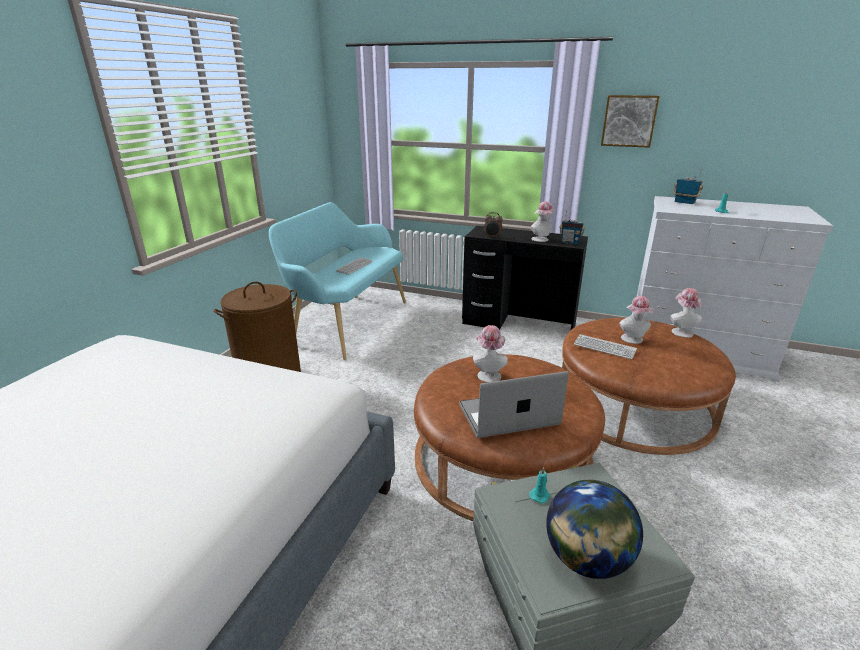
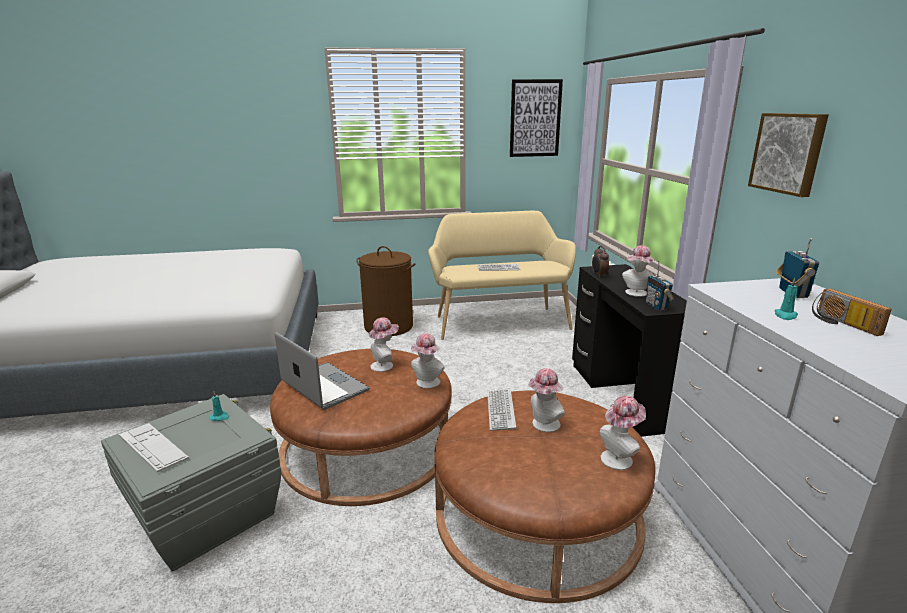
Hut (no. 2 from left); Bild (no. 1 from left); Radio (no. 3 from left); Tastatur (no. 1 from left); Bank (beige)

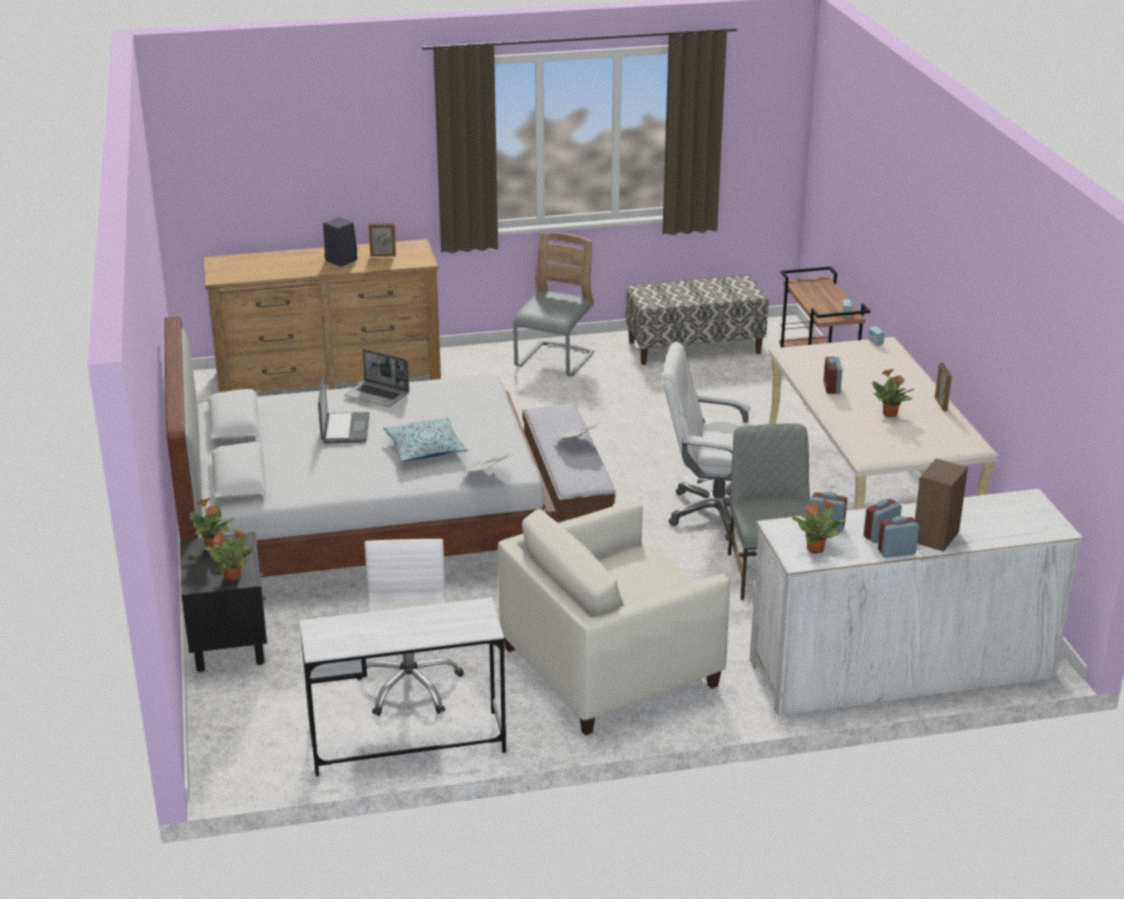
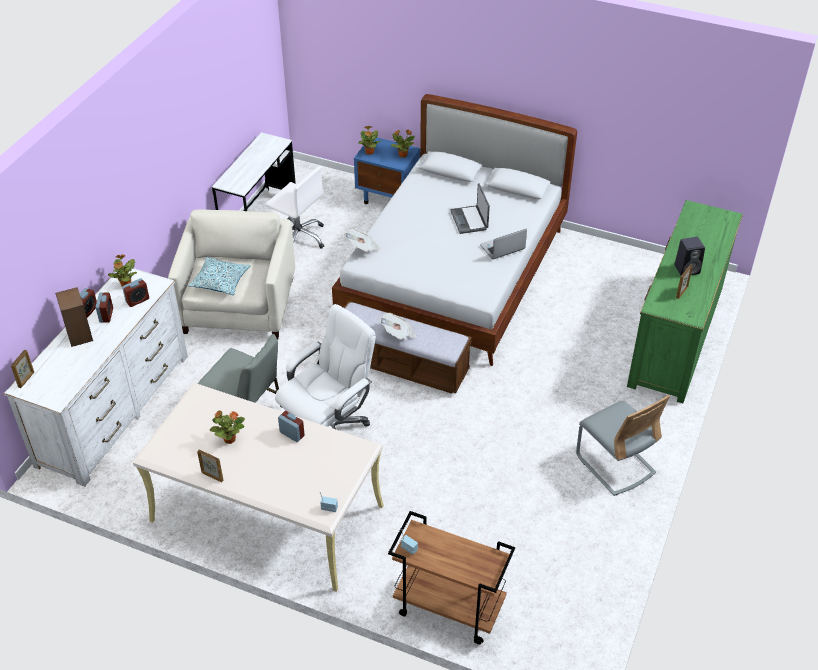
Bank (no. 2 from left in the first image); Bilderrahmen (no. 1 from left); Kissen; Nachttisch (blau); Kommode (grün); Laptop (no. 1 from left)

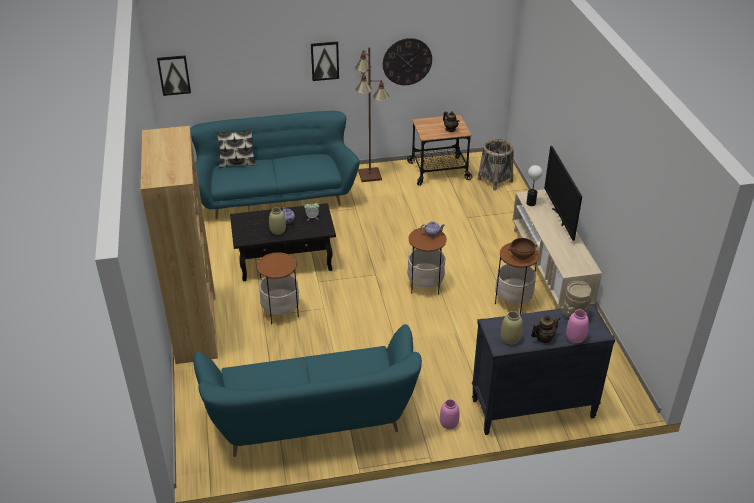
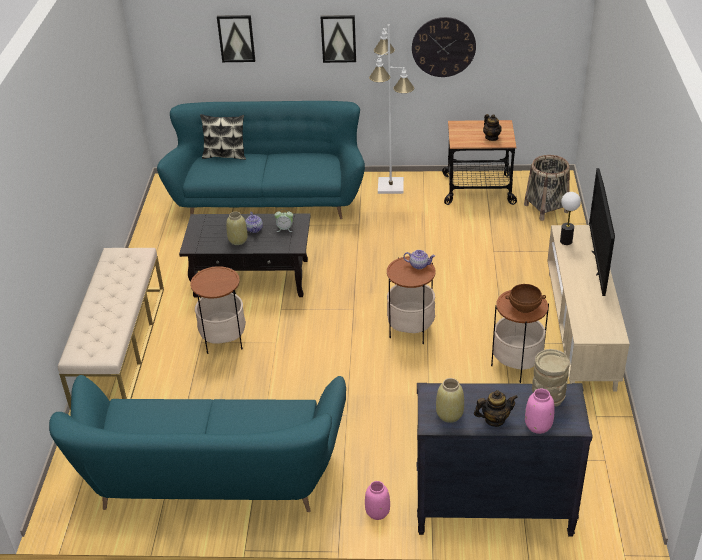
Bild (no. 1 from left); Bank (beige); Stehlampe (weiß)

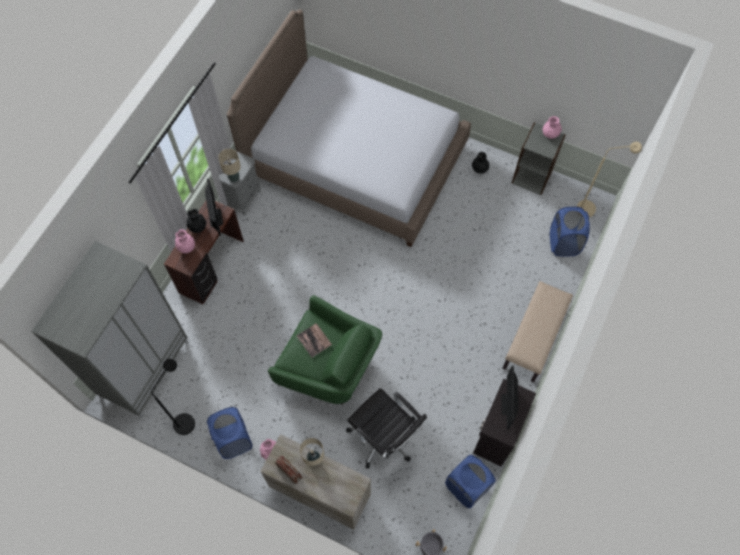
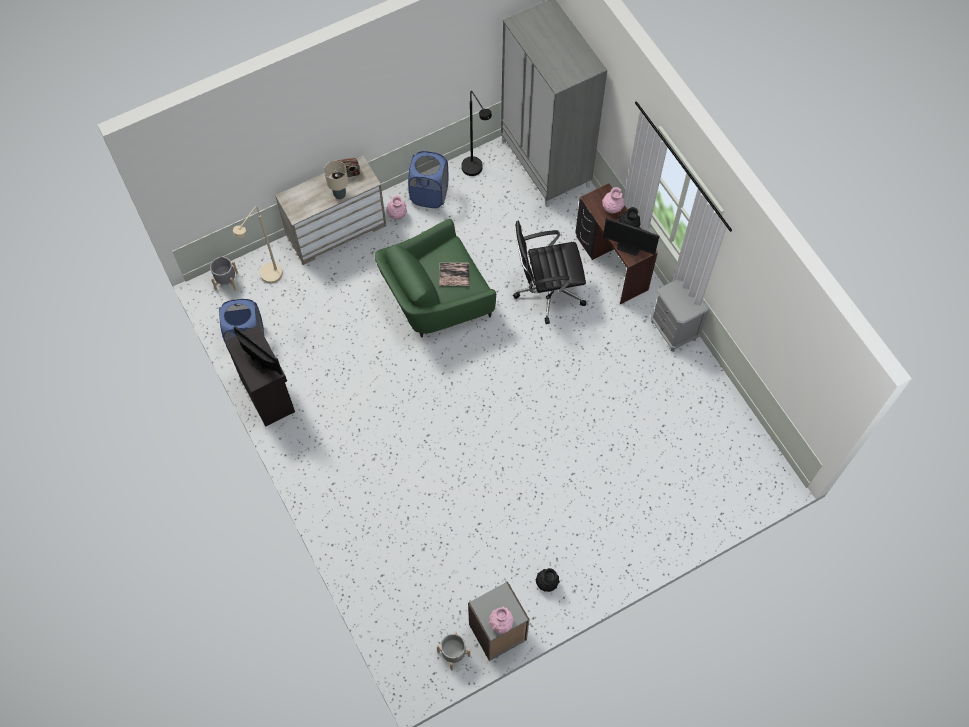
Tischlampe (beige) (no. 1 from left in the first image); Bett; Bank (beige); Wäschekorb (blau) (no. 3 from left in the first image); Pflanzkübel (grau) (no. 2 from left); Bürostuhl (schwarz); Stehlampe (beige)

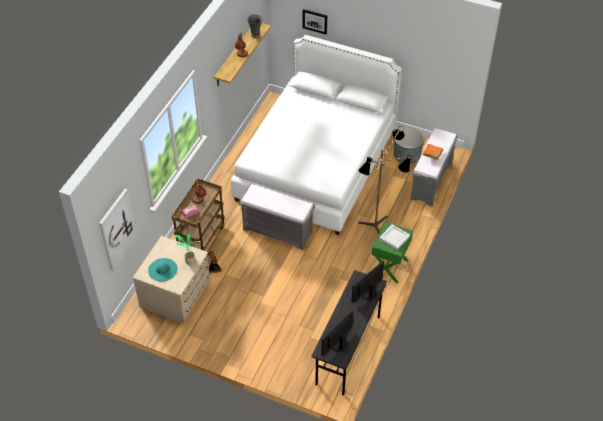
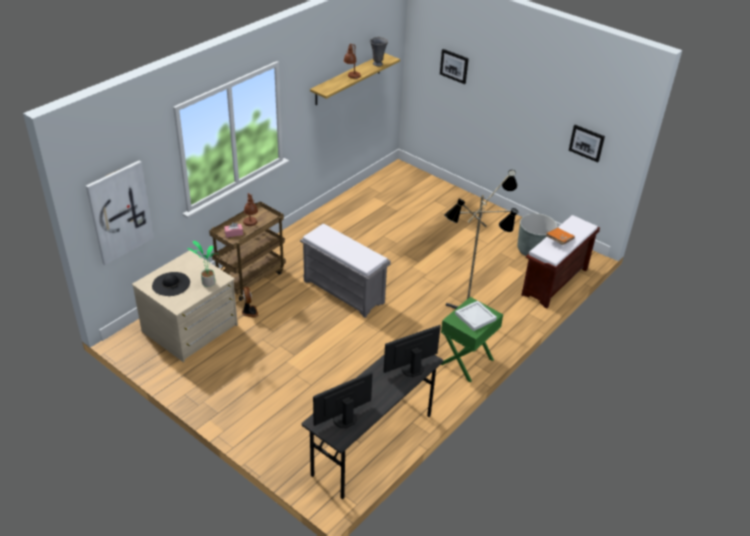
Bett (weiß); Bild (no. 3 from left); Hut (schwarz); Bank (braun)

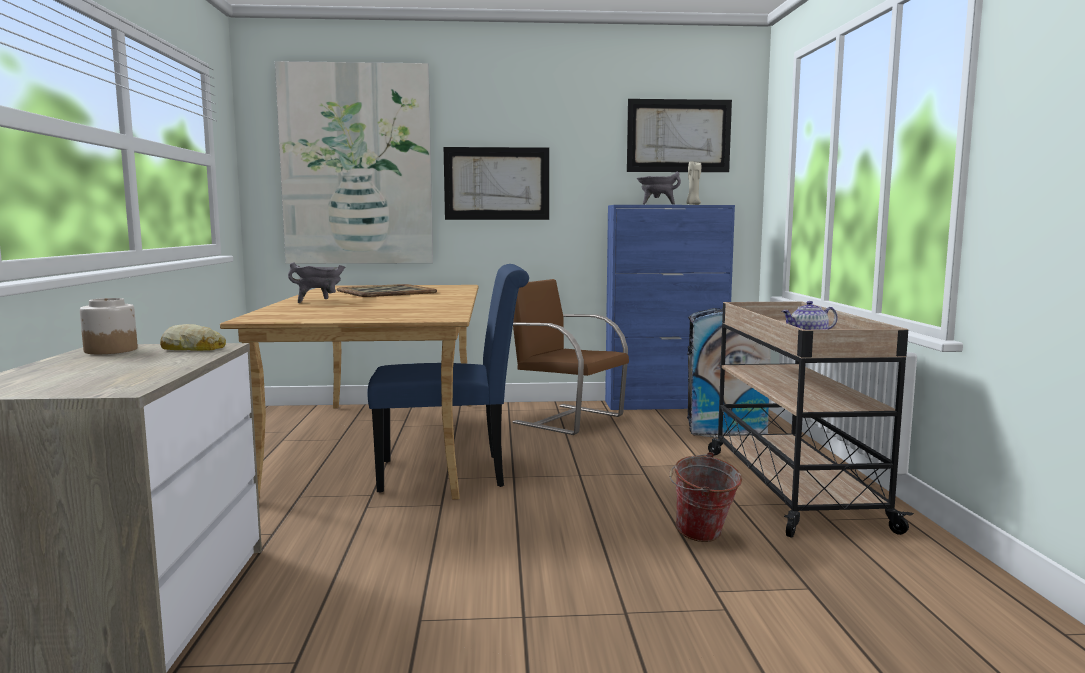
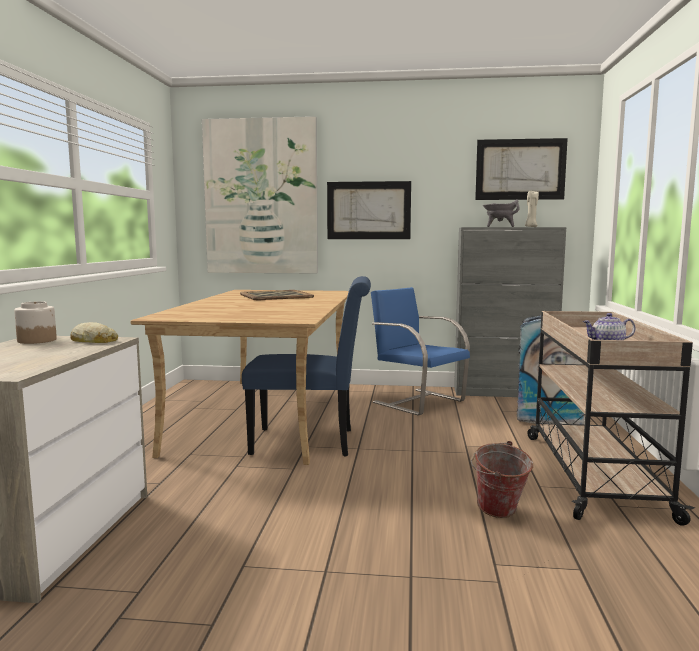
Kochtopf (grau) (no. 1 from left in the first image); Stuhl (blau) (no. 2 from left); Schrank (grau)

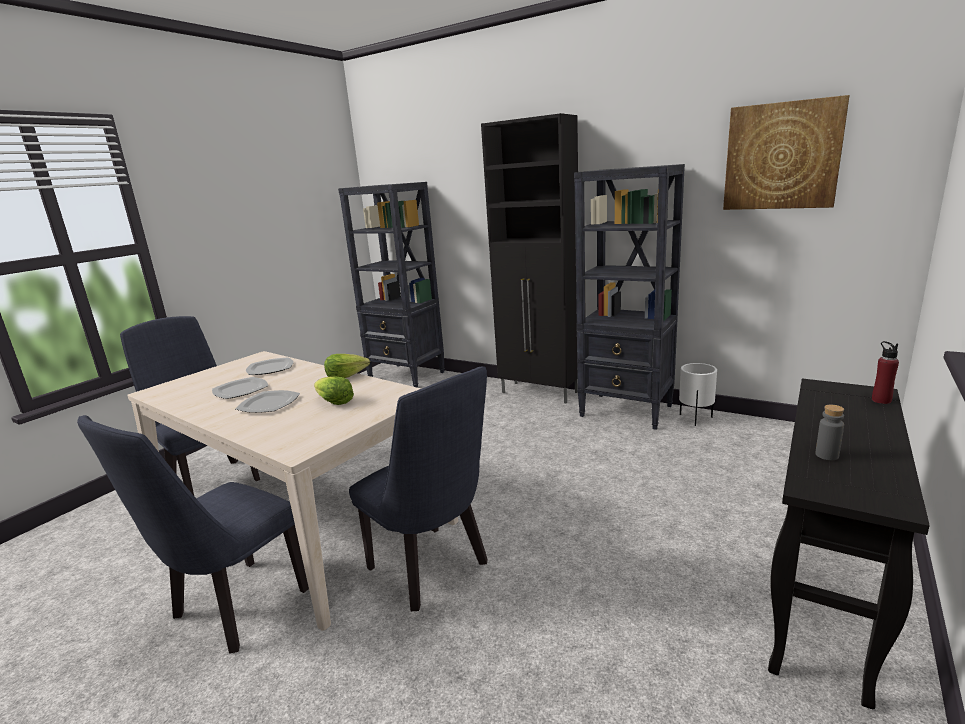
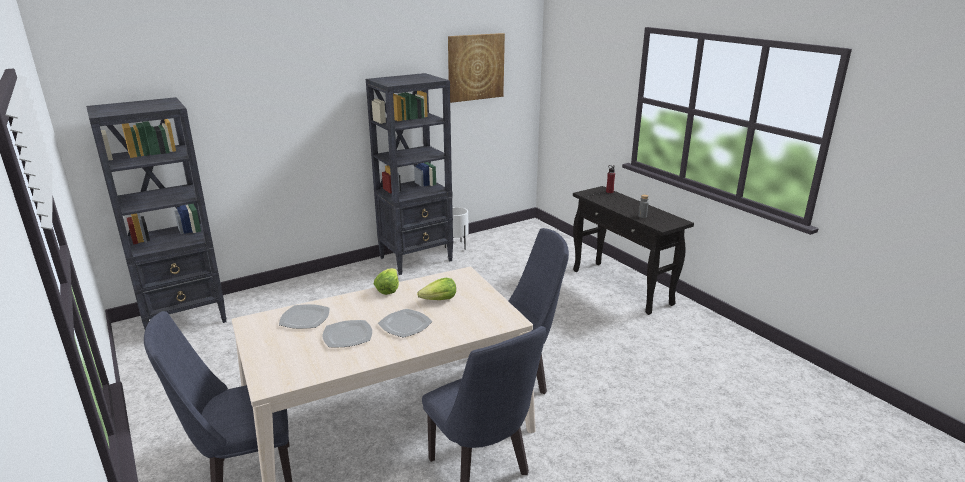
Schrank (schwarz)

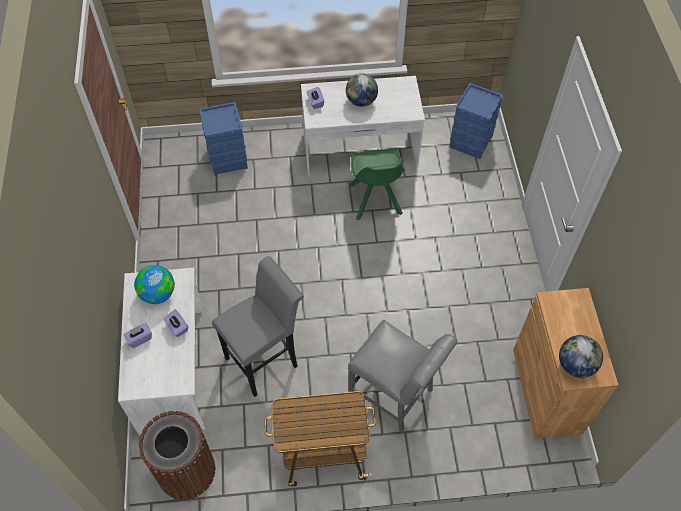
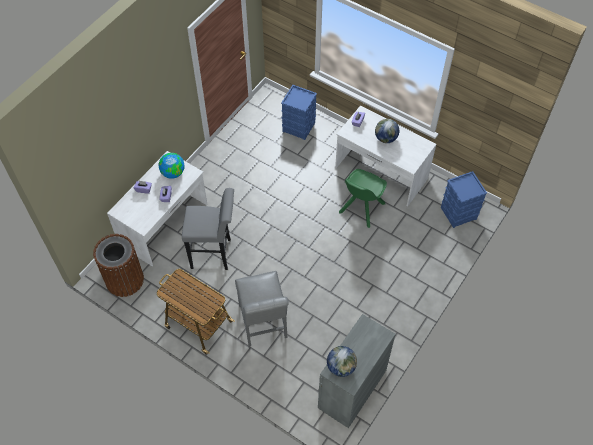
Schrank (grau)

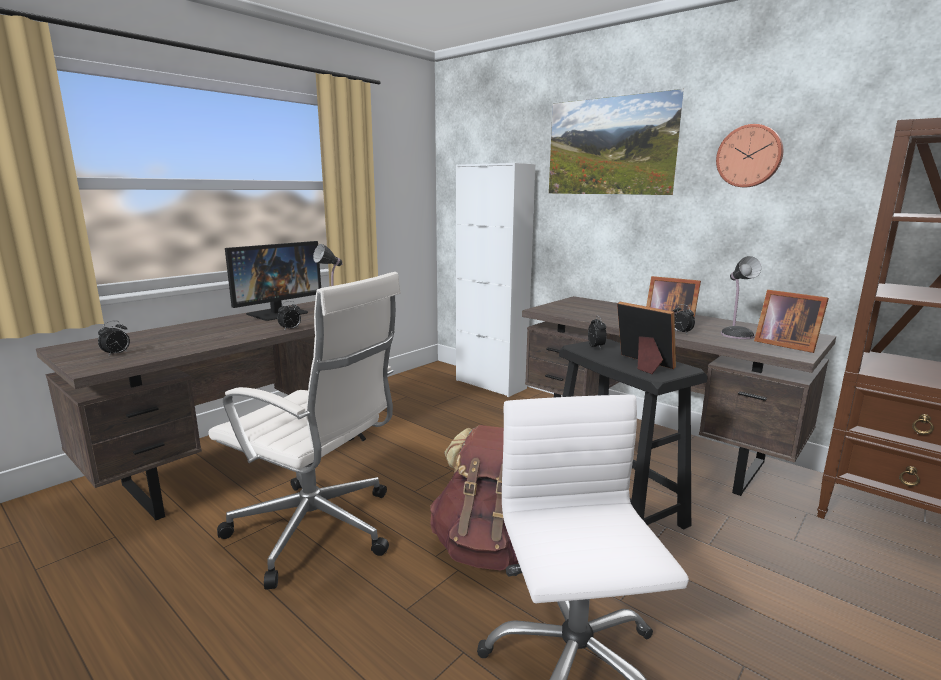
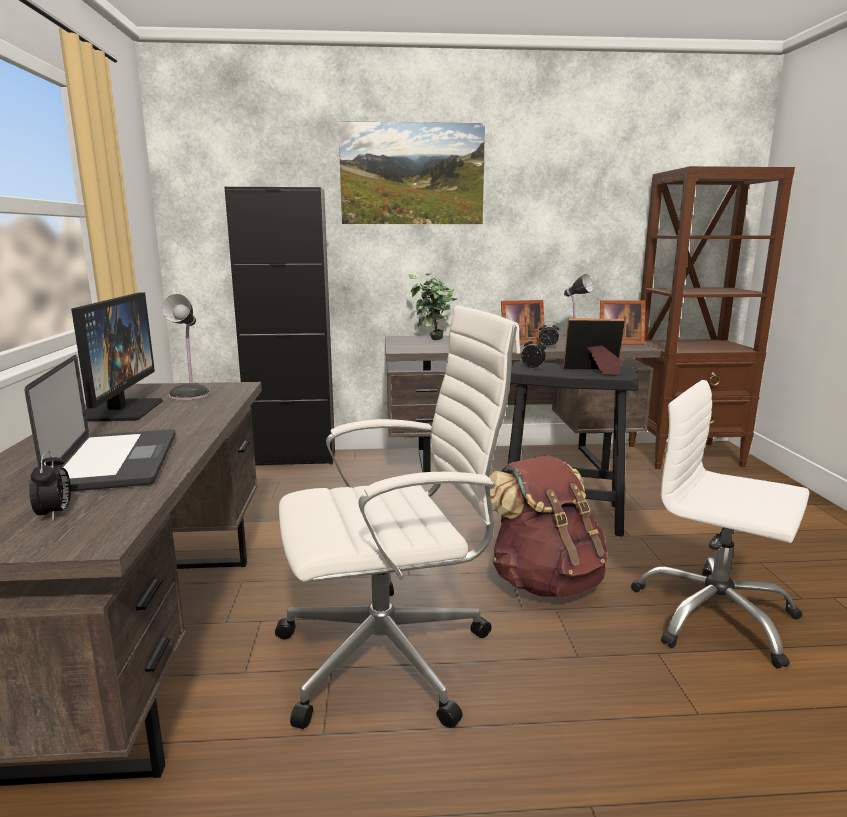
Wecker (no. 2 from left in the first image); Wanduhr; Laptop; Topfpflanze; Schrank (schwarz)

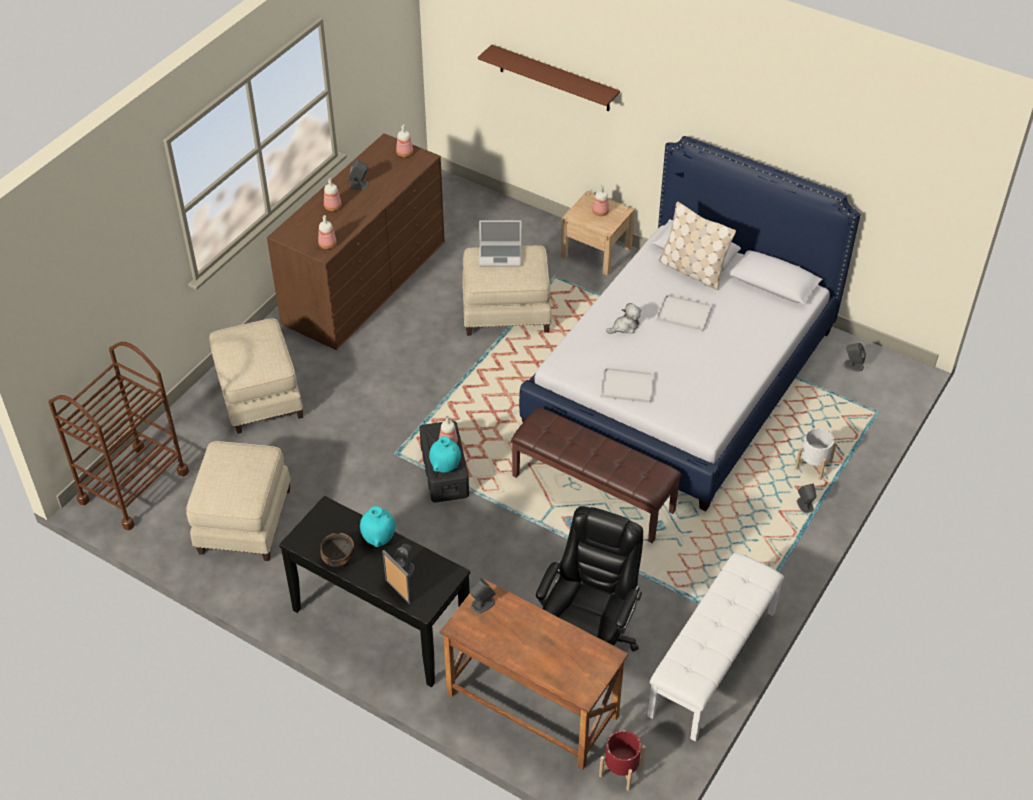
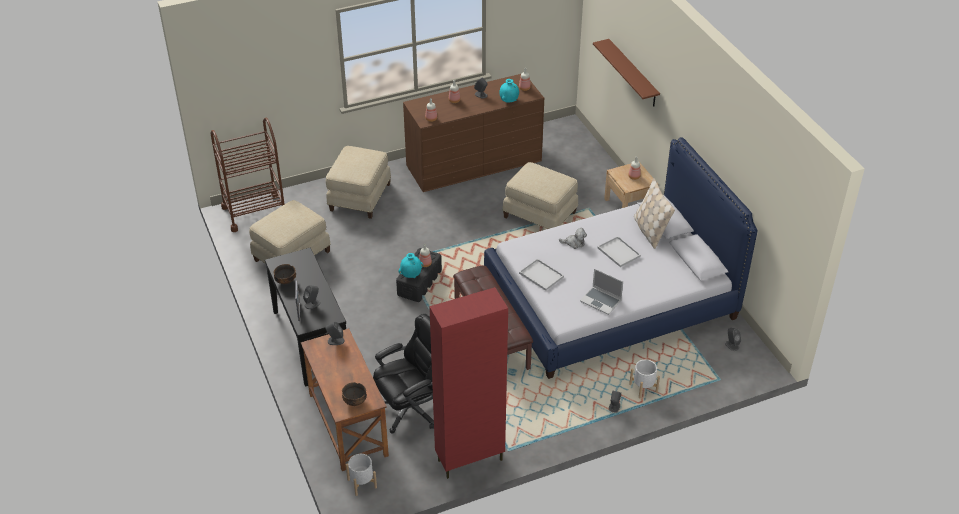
Schüssel (no. 2 from left); Vase (türkis) (no. 2 from left); Laptop; Schrank (rot); Pflanzkübel (weiß) (no. 1 from left)

